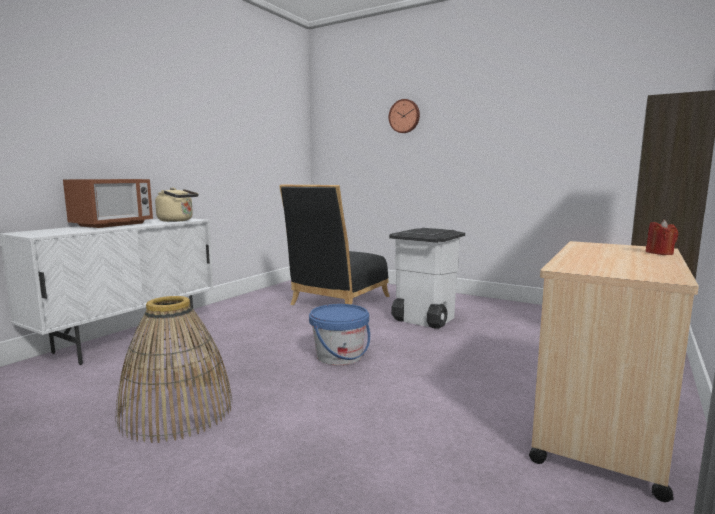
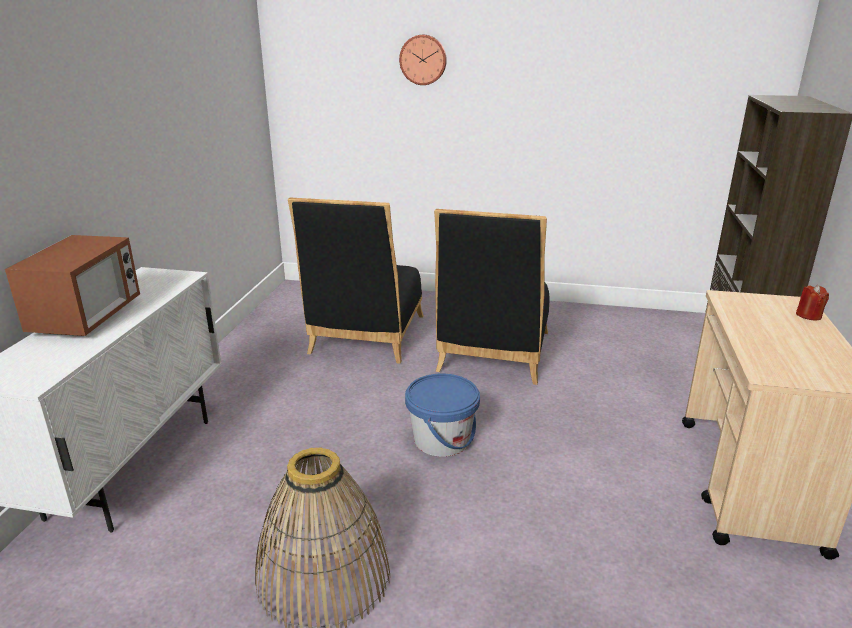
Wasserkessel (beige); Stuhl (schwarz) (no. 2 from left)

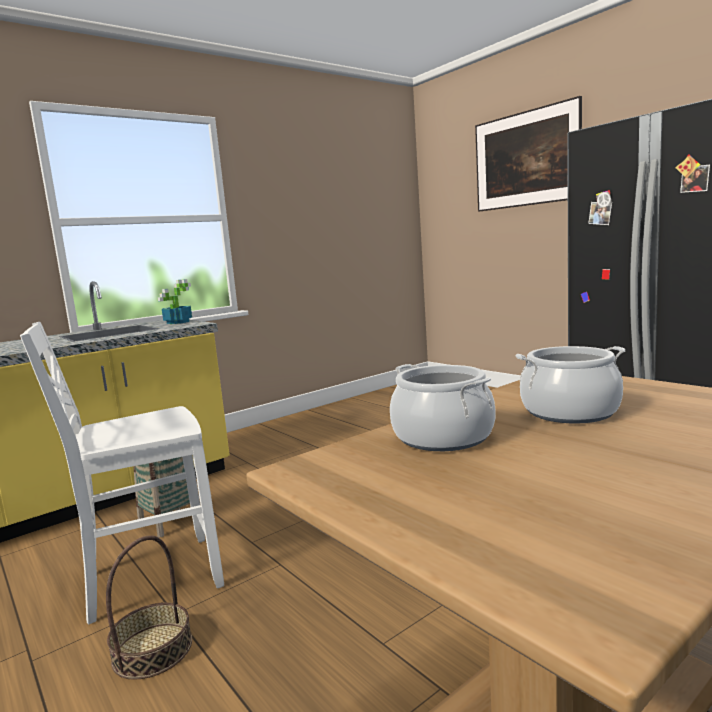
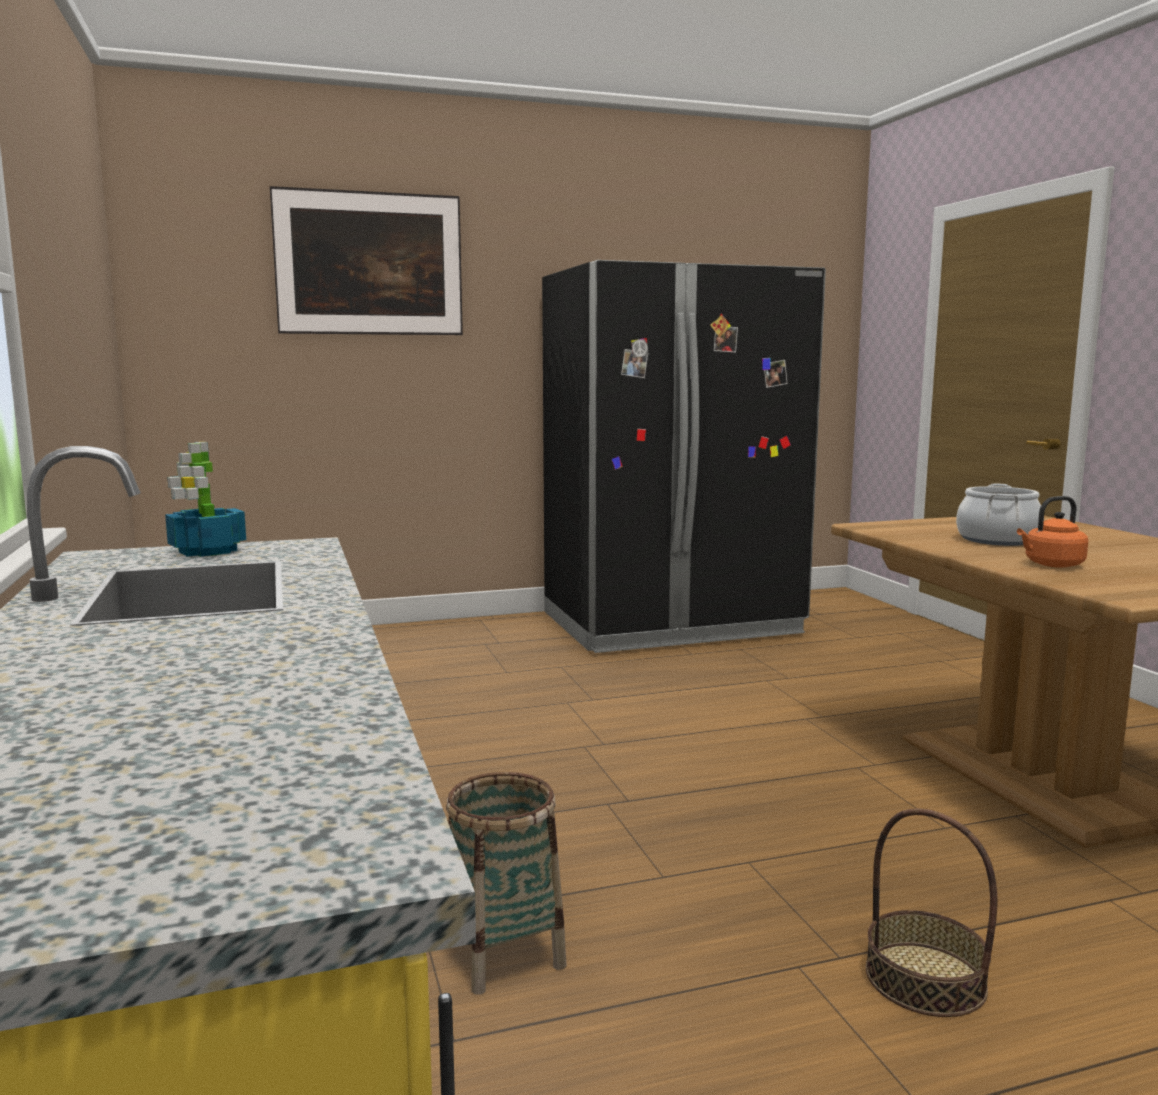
Stuhl (weiß); Wasserkessel (orange)

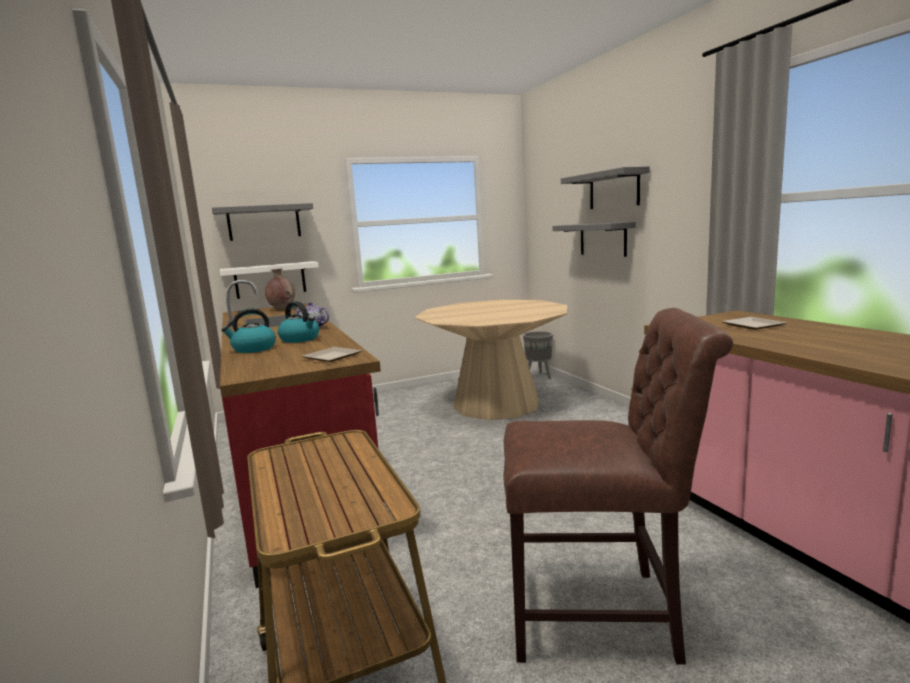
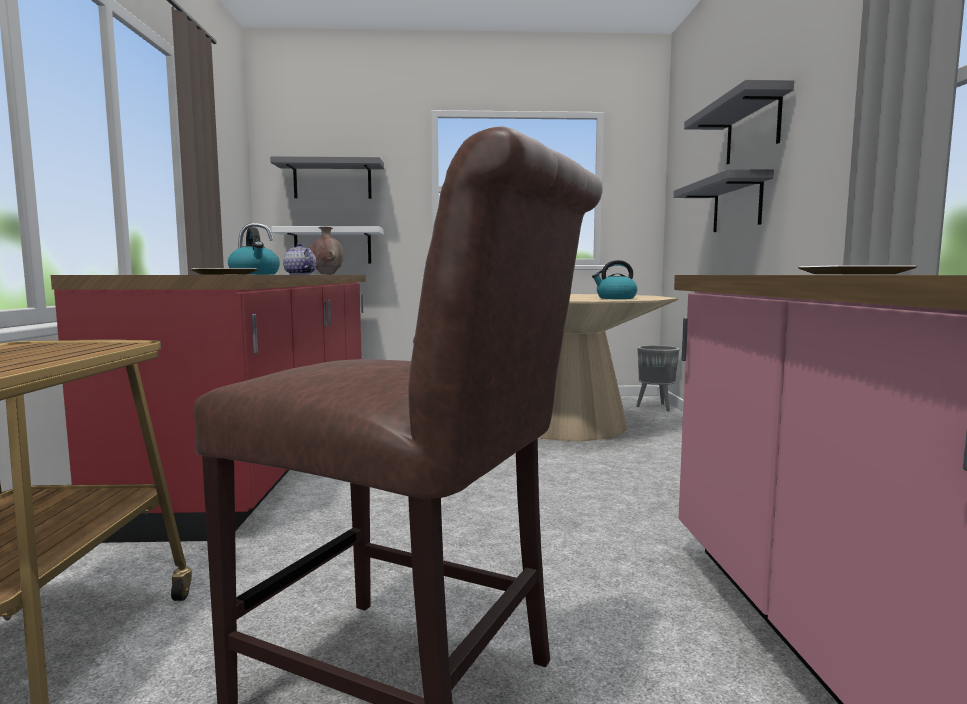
Wasserkessel (no. 2 from left)

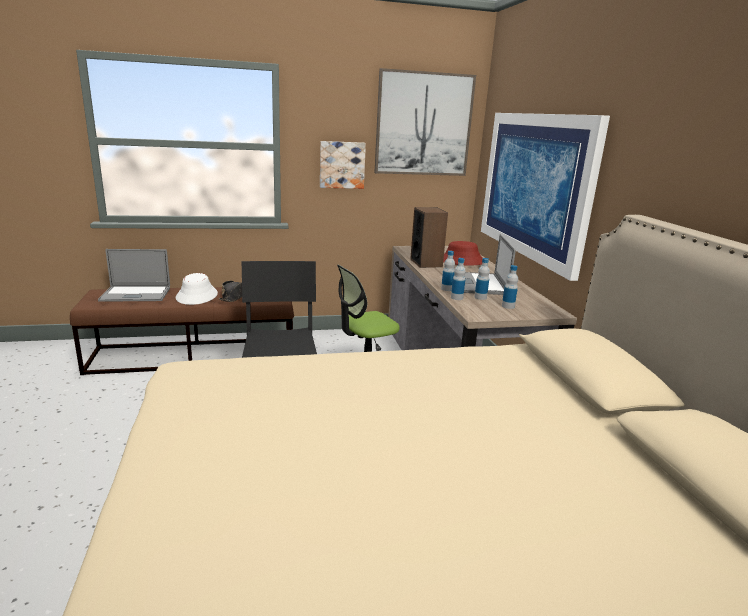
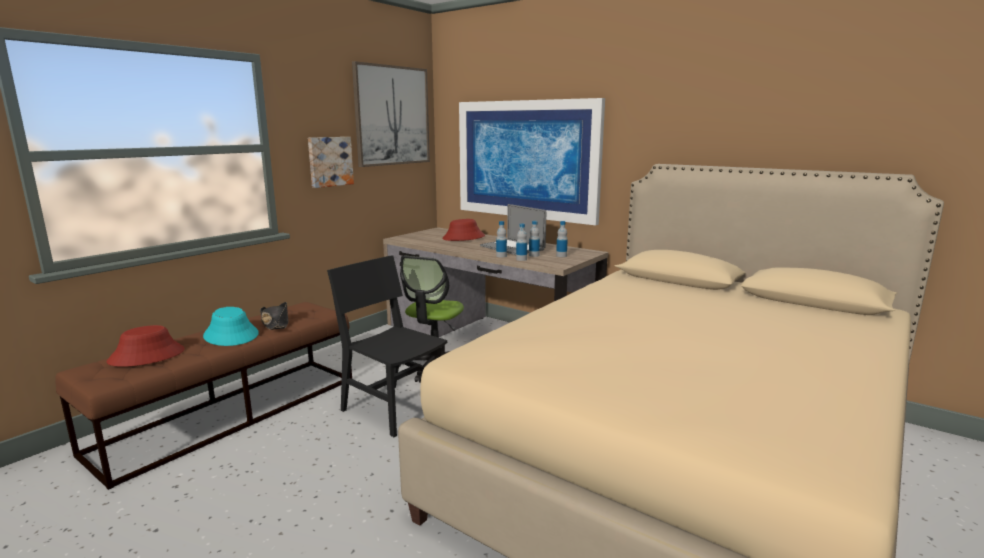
Lautsprecher; Hut (rot) (no. 1 from left); Hut (türkis)

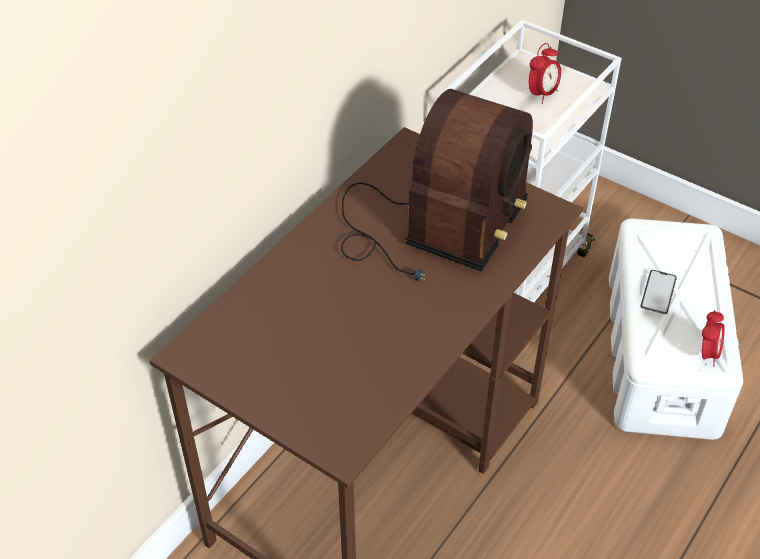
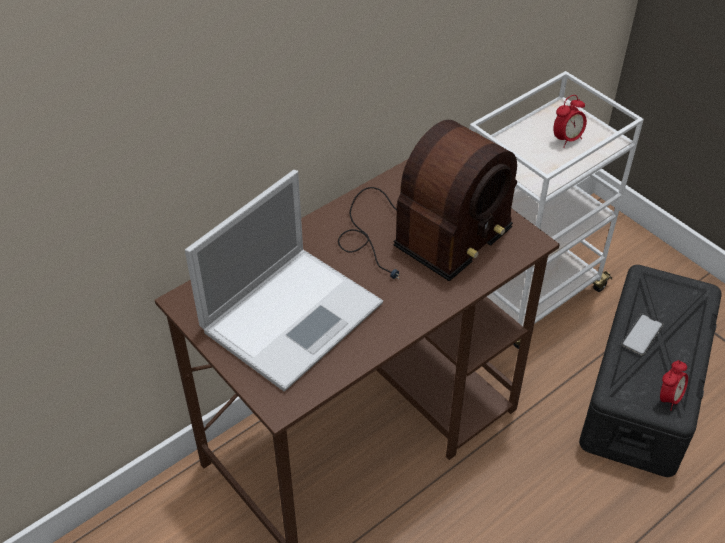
Laptop; Aufbewahrungsbox (schwarz)

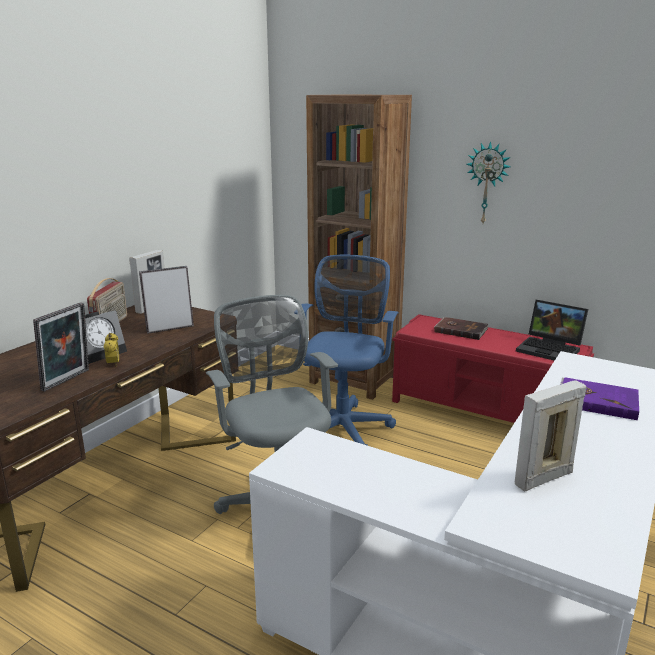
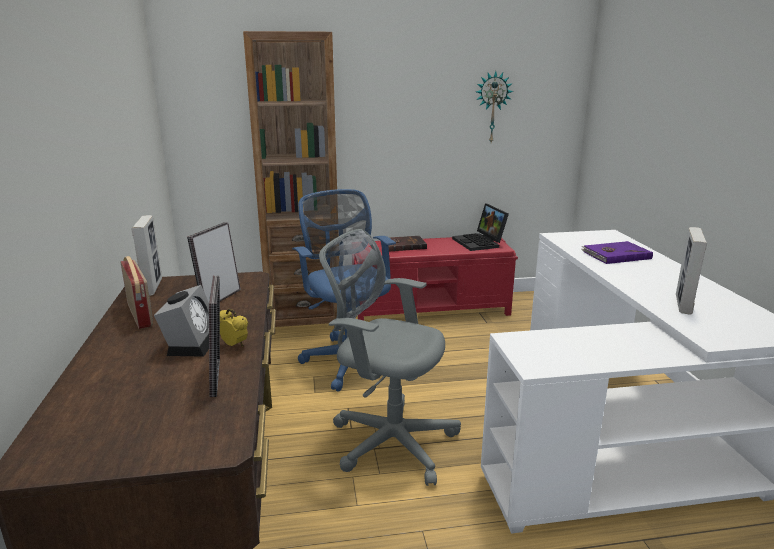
Wanduhr; Laptop

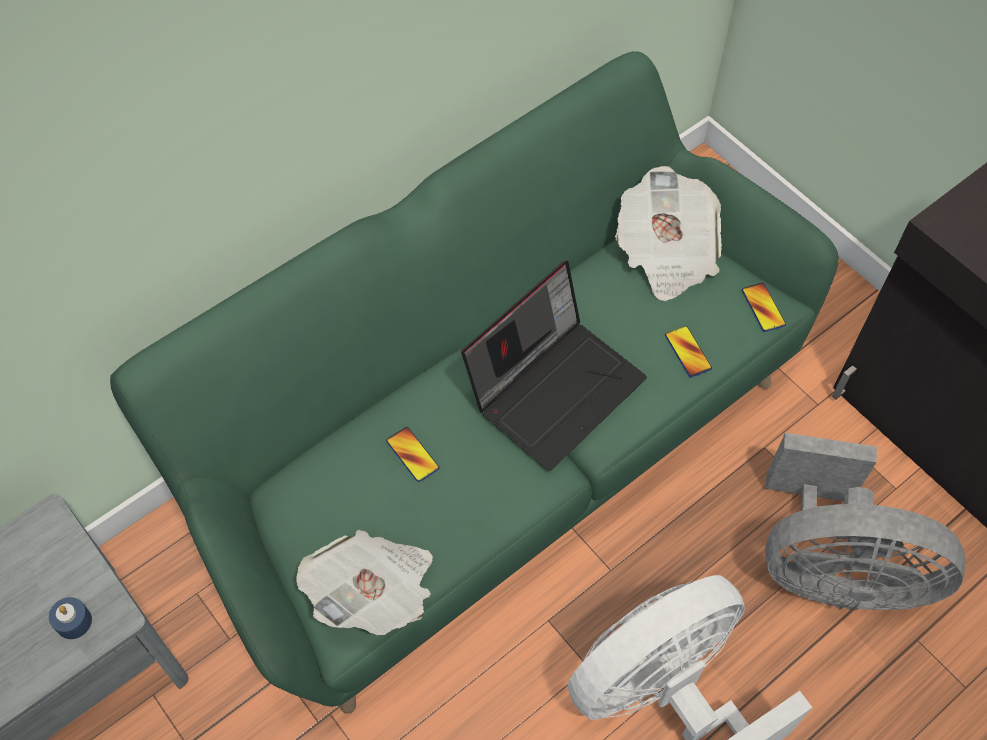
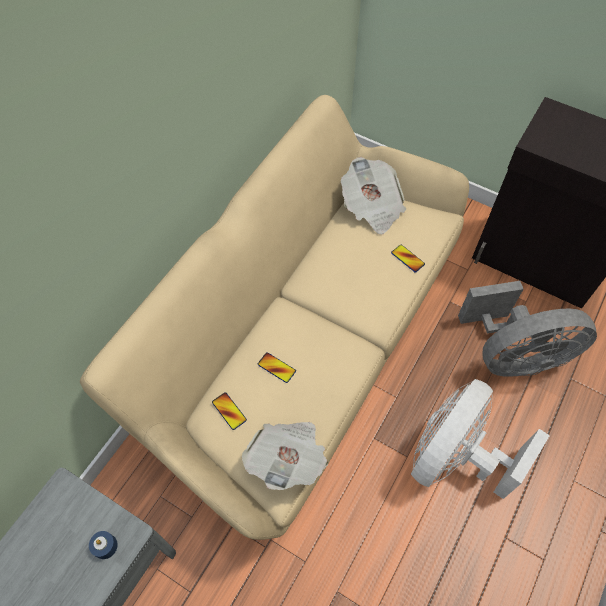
Laptop; Handy (no. 1 from left); Sofa (beige)

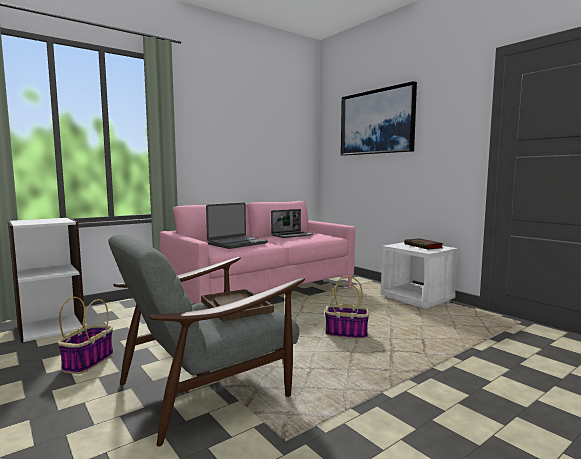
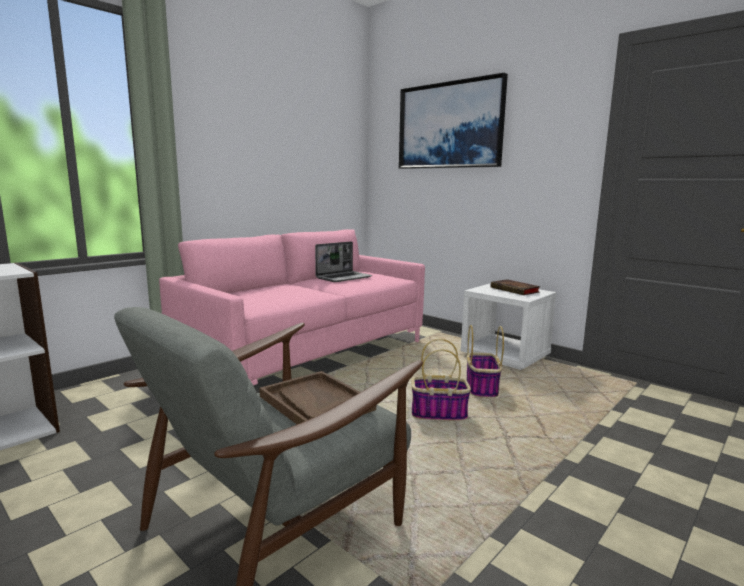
Laptop (no. 1 from left in the first image); Korb (no. 2 from left)

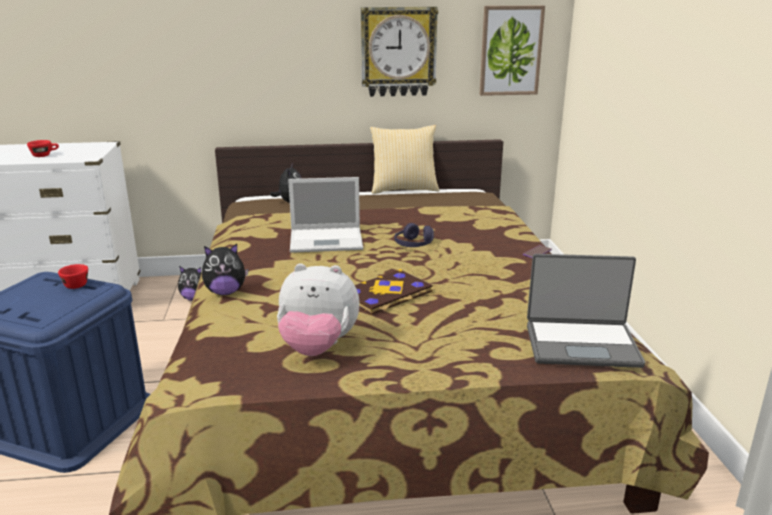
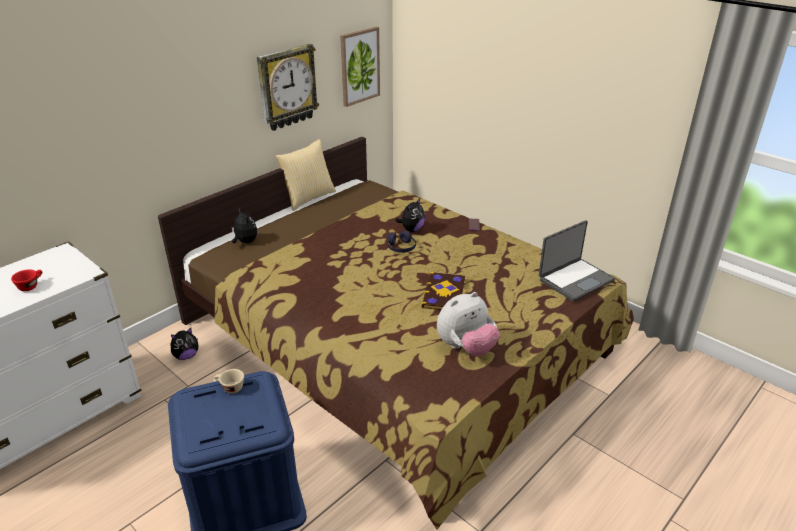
Laptop (no. 1 from left in the first image); Plüschtier (no. 3 from left); Tasse (beige)

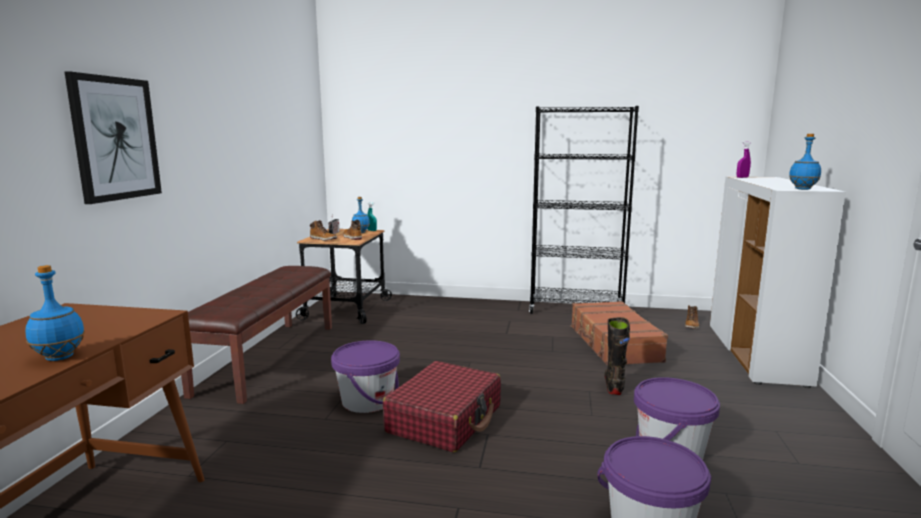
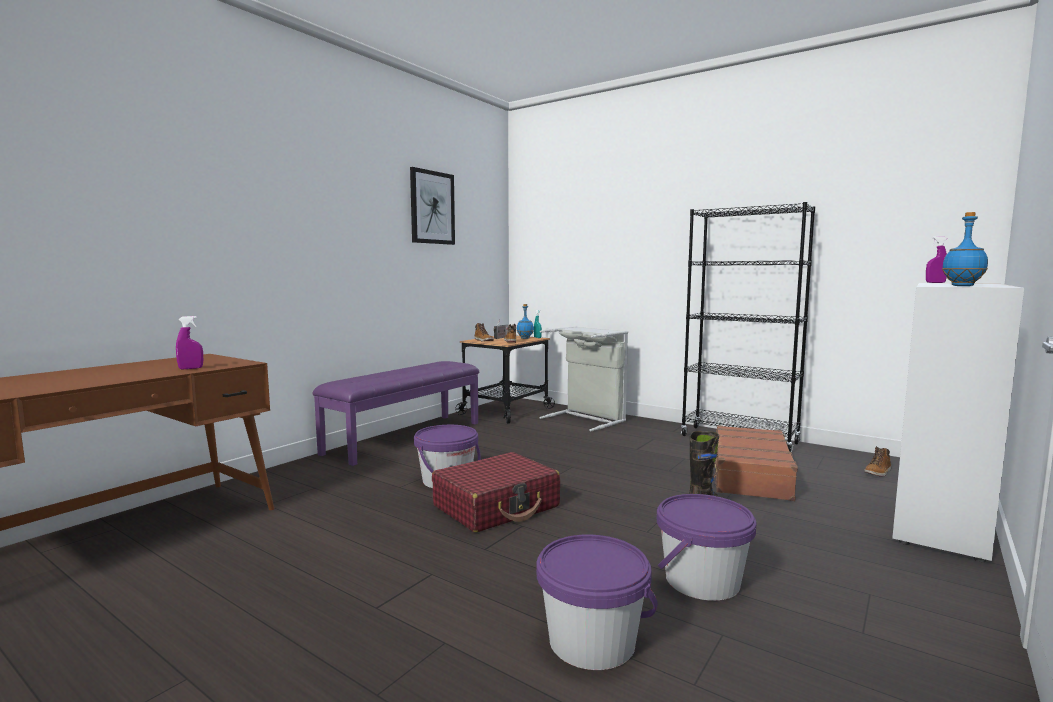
Flasche (blau) (no. 1 from left in the first image); Sprühflasche (lila) (no. 1 from left); Wäschekorb (grau); Bild; Bank (lila)

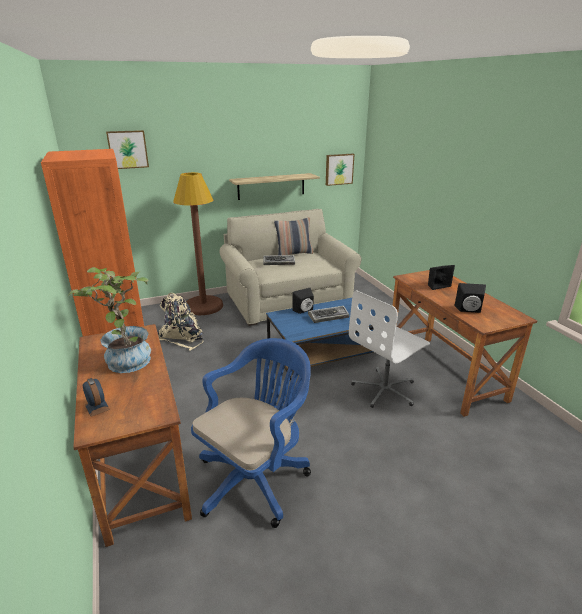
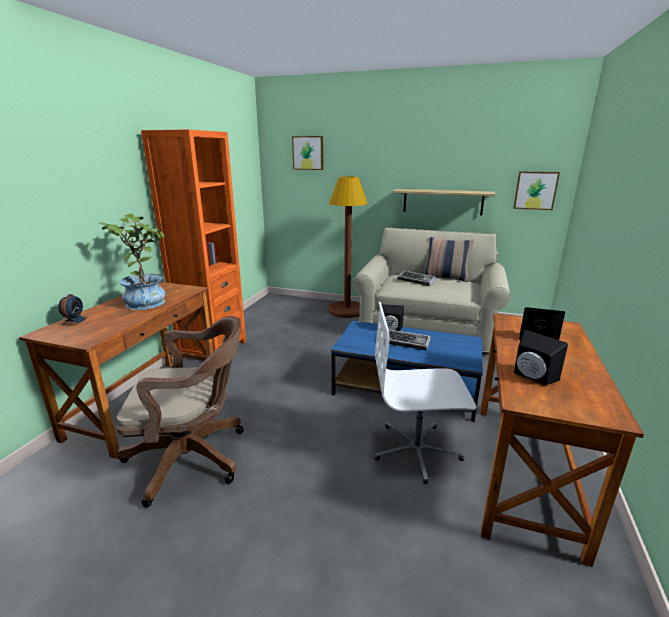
Rucksack (beige); Bürostuhl (braun)

